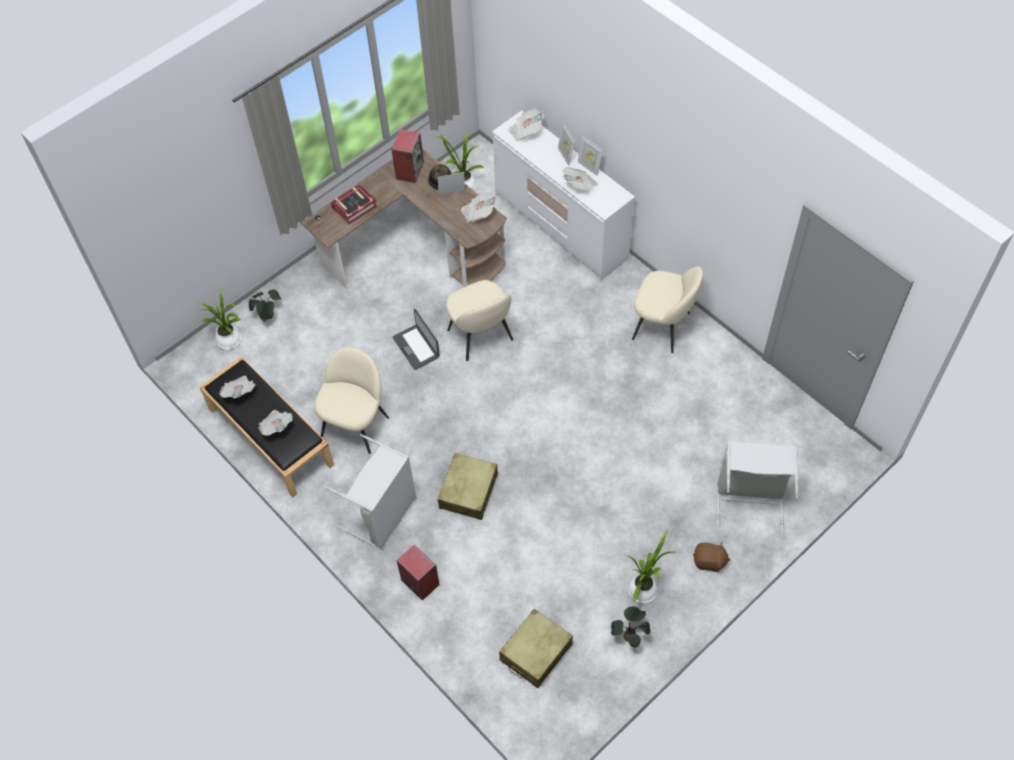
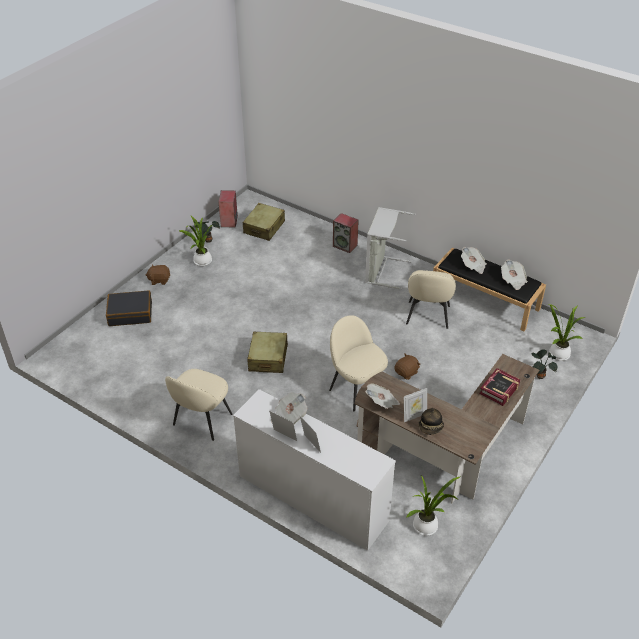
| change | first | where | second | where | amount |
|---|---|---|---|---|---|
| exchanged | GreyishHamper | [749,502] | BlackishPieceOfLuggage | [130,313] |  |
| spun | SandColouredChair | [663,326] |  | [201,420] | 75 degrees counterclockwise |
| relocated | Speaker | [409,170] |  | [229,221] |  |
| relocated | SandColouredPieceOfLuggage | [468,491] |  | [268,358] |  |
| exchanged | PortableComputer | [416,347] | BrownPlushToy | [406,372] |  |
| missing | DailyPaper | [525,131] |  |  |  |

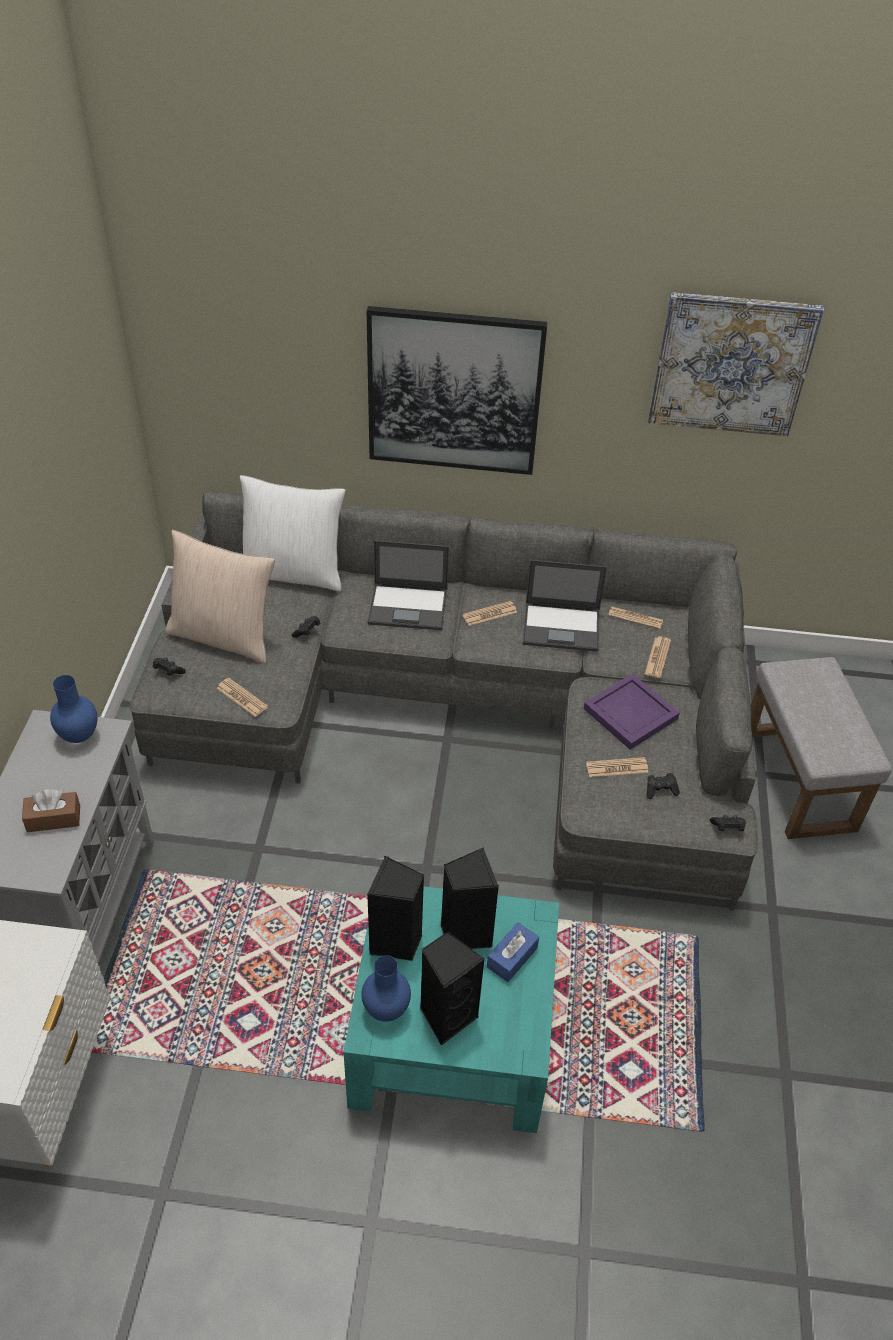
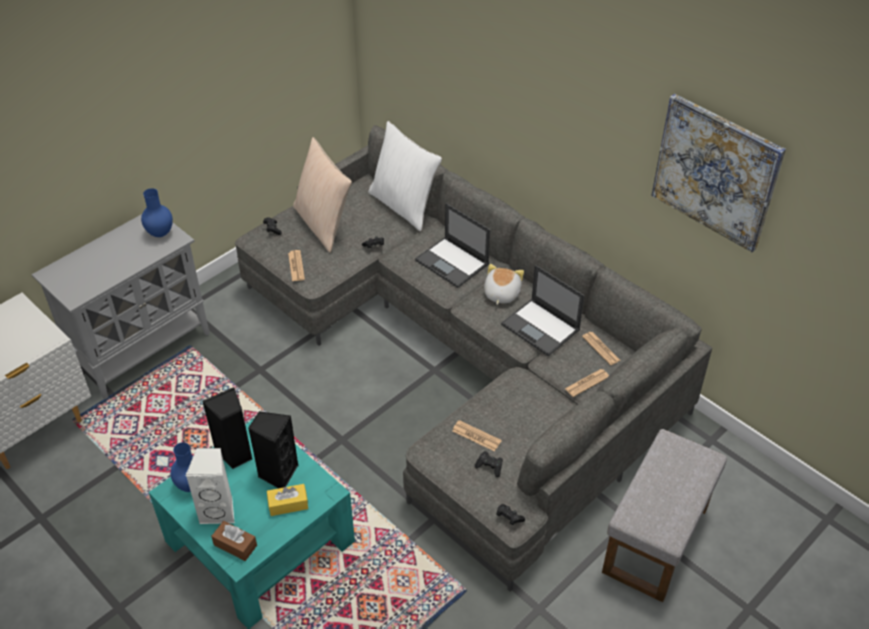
| change | first | where | second | where | amount |
|---|---|---|---|---|---|
| colour | BlackishSpeaker | [446,1015] | WhiteSpeaker | [219,510] |  |
| relocated | BrownTissueHolder | [53,818] |  | [235,545] |  |
| colour | BluishTissueHolder | [512,957] | YellowTissueHolder | [288,504] |  |
| exchanged | DailyPaper | [489,614] | PlushToy | [501,294] |  |
| missing | Picture | [454,391] |  |  |  |
| missing | PurplishTray | [630,715] |  |  |  |

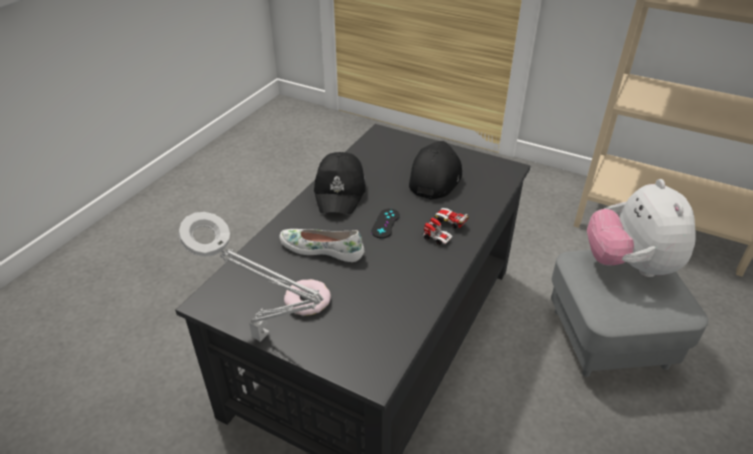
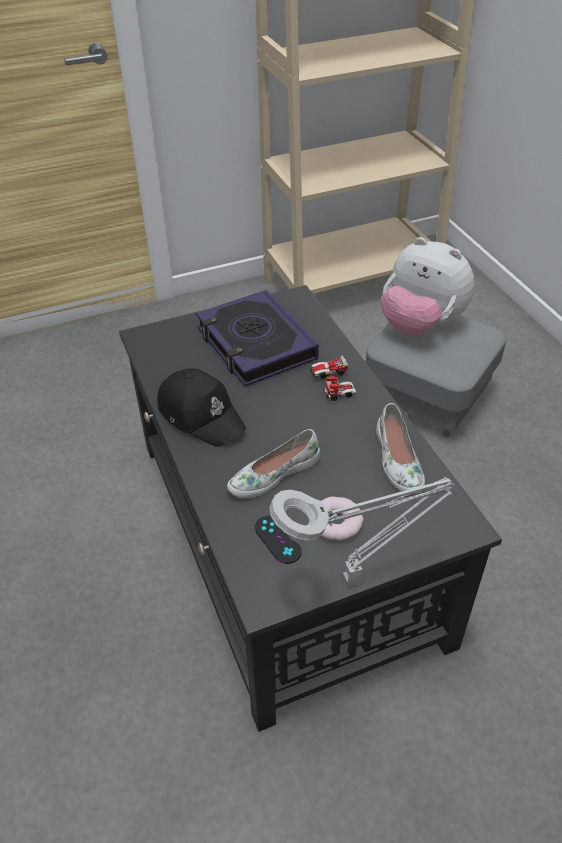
| change | first | where | second | where | amount |
|---|---|---|---|---|---|
| exchanged | BlackishPeakedCap | [435,177] | Book | [255,344] |  |
| relocated | BlackishGamepad | [385,223] |  | [277,539] |  |
| appeared |  |  | WhiteLowShoe | [397,461] |  |

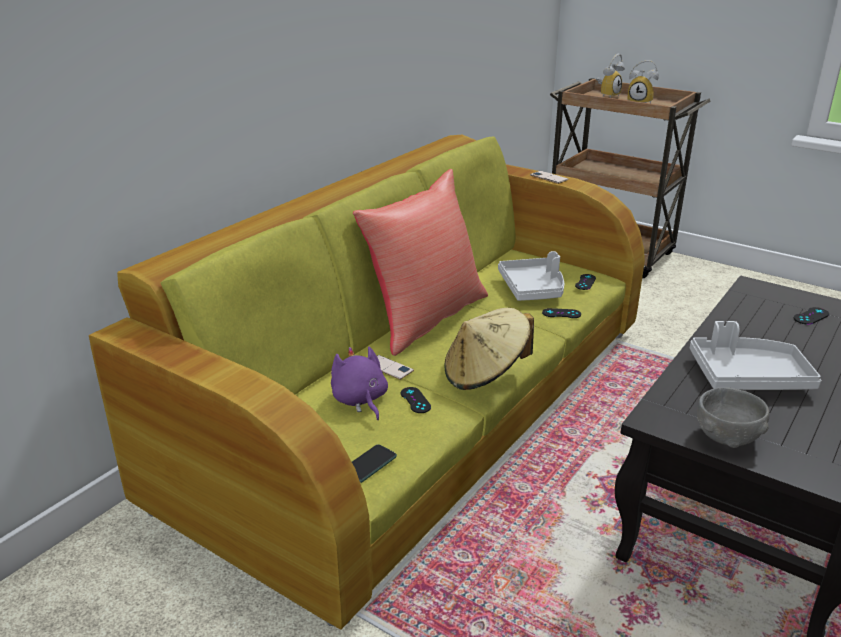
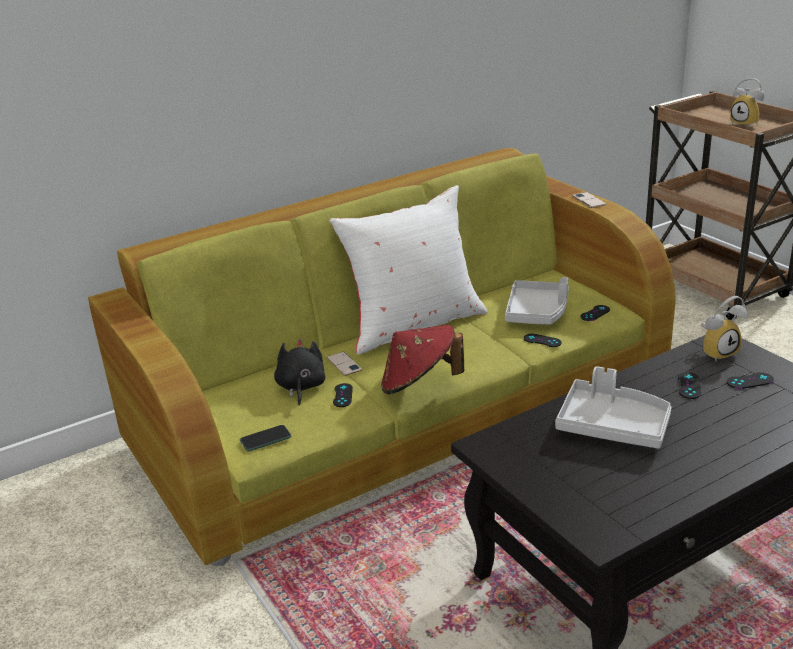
| change | first | where | second | where | amount |
|---|---|---|---|---|---|
| colour | PurplishPlushToy | [360,400] | BlackishPlushToy | [301,387] |  |
| colour | RedColouredCushion | [425,318] | WhiteCushion | [413,325] |  |
| colour | SandColouredClothingHat | [485,374] | RedColouredClothingHat | [419,384] |  |
| appeared |  |  | BlackishGamepad | [689,386] |  |
| relocated | AlarmClock | [607,96] |  | [717,352] |  |
| missing | GreyishBowl | [727,437] |  |  |  |

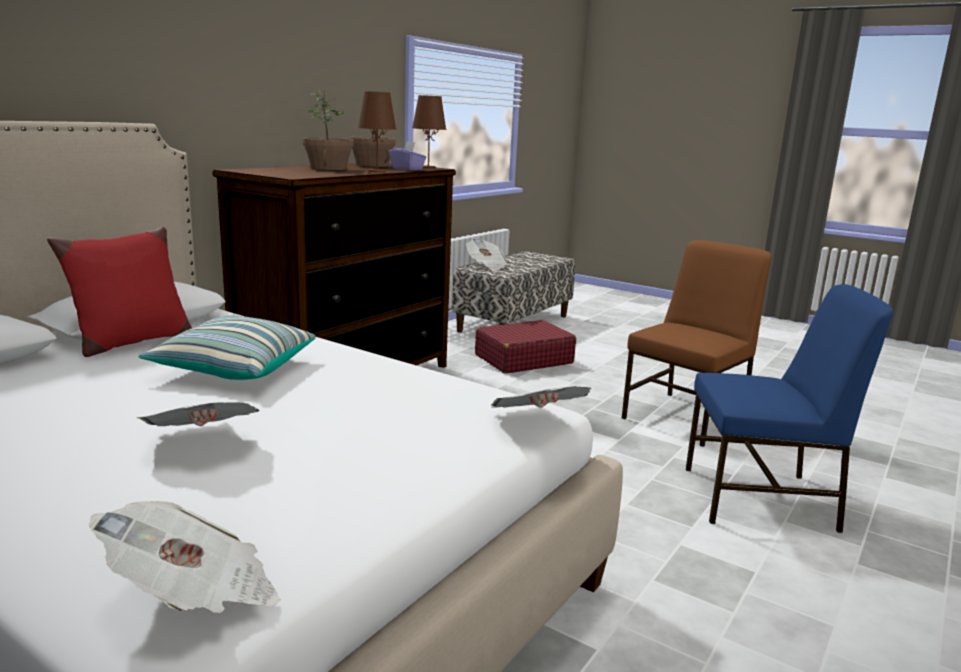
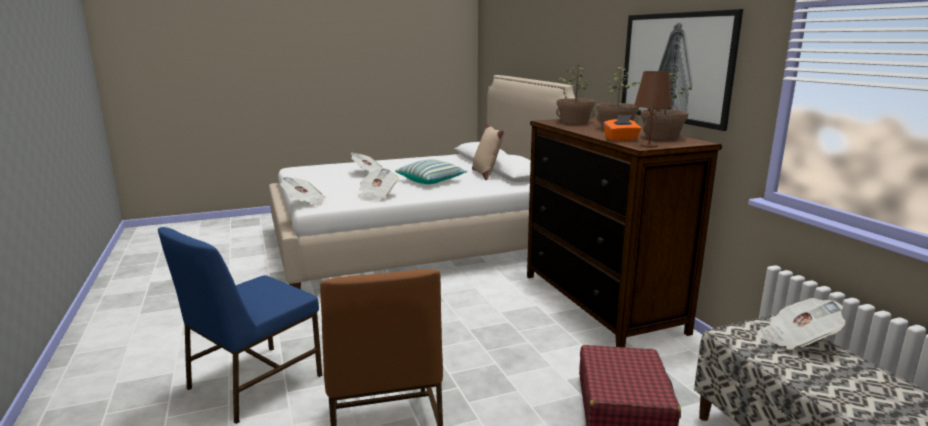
| change | first | where | second | where | amount |
|---|---|---|---|---|---|
| relocated | DailyPaper | [195,595] |  | [377,196] |  |
| colour | RedColouredCushion | [131,343] | SandColouredCushion | [486,174] |  |
| appeared |  |  | PlantInAPot | [574,122] |  |
| colour | PurplishTissueHolder | [407,169] | OrangeyTissueHolder | [621,140] |  |
| appeared |  |  | Picture | [674,67] |  |
| missing | BrownLampForATable | [377,171] |  |  |  |

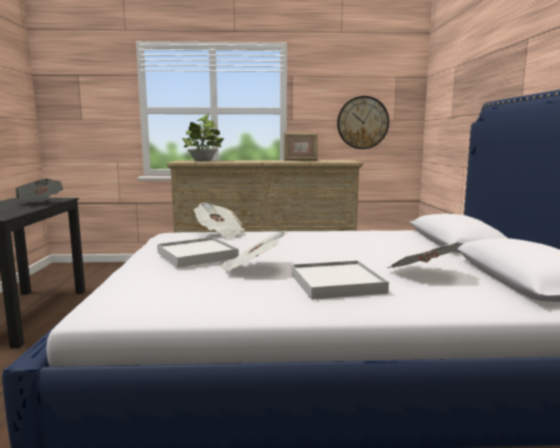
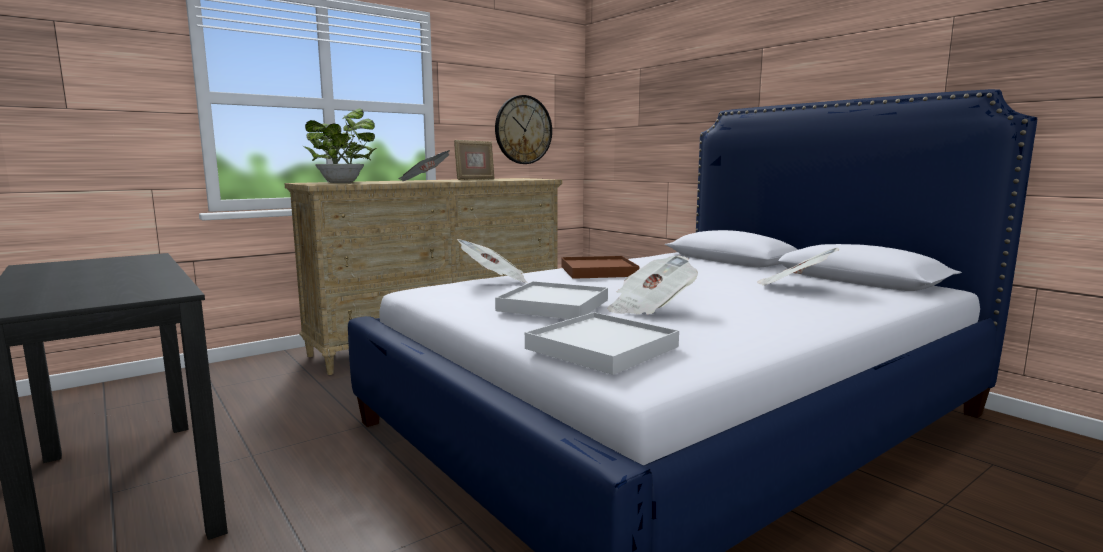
| change | first | where | second | where | amount |
|---|---|---|---|---|---|
| relocated | DailyPaper | [40,203] |  | [424,181] |  |
| relocated | WhiteTray | [337,283] |  | [602,347] |  |
| appeared |  |  | BrownTray | [598,271] |  |

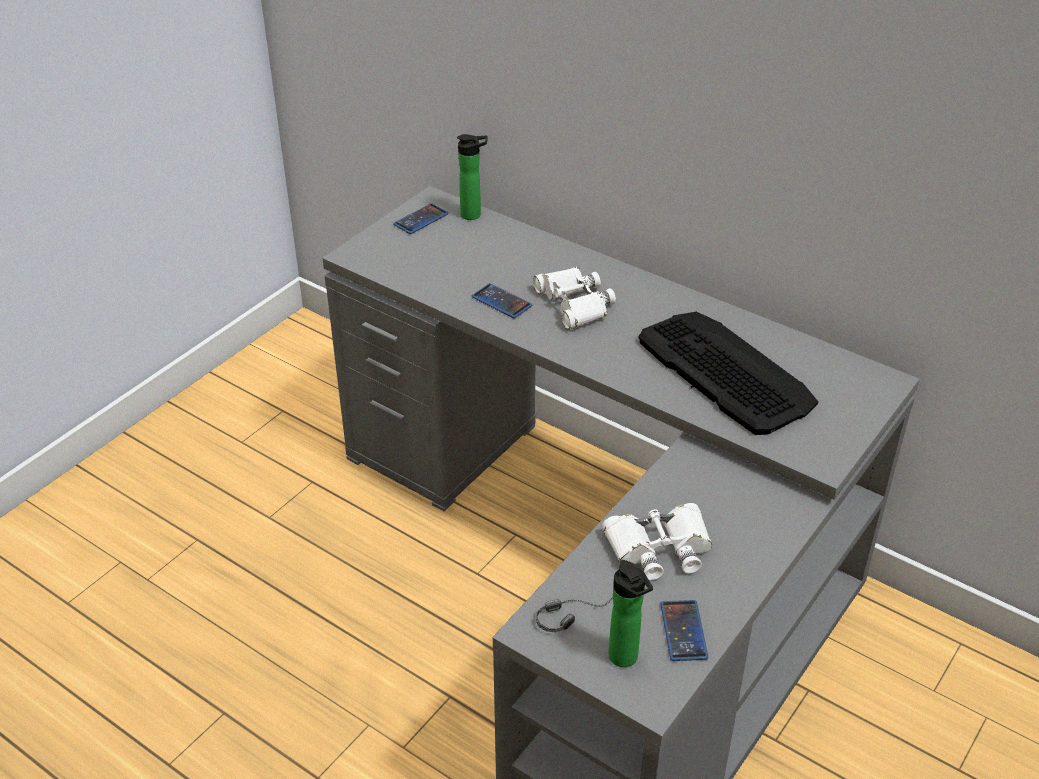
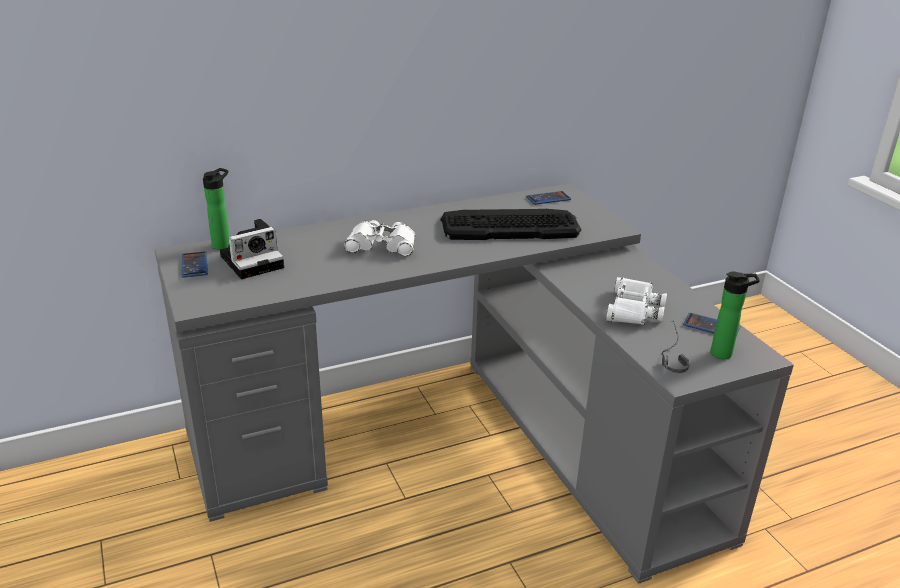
| change | first | where | second | where | amount |
|---|---|---|---|---|---|
| appeared |  |  | StillCamera | [254,261] |  |
| relocated | Phone | [501,301] |  | [548,198] |  |

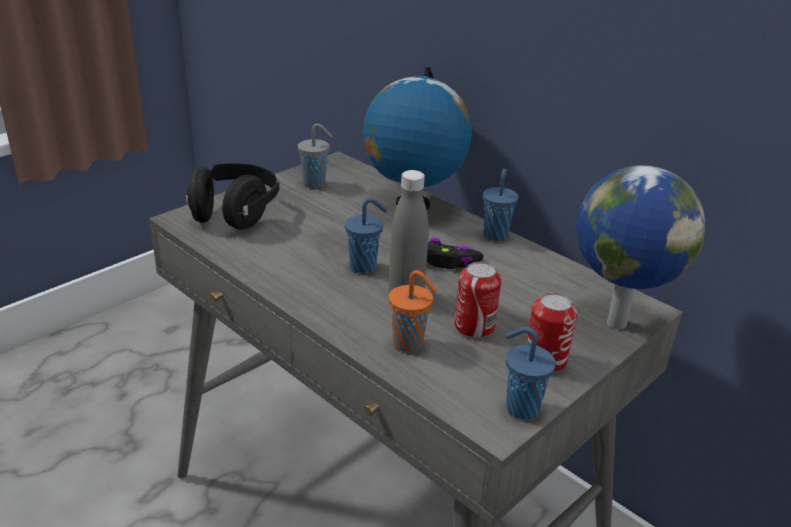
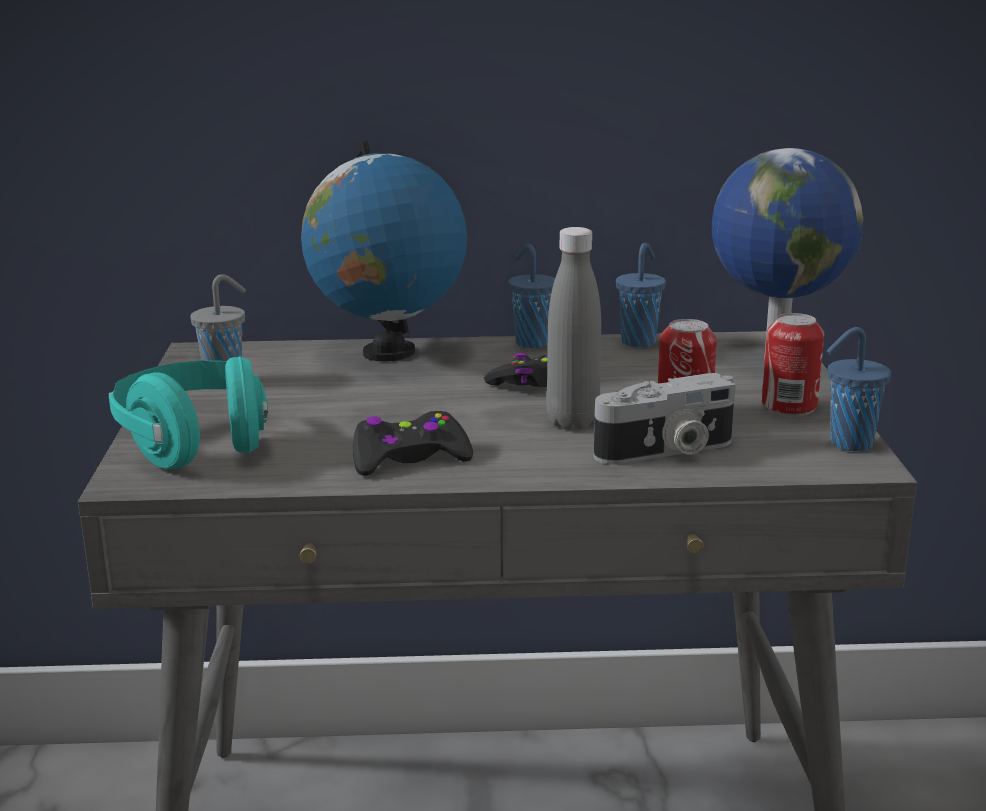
| change | first | where | second | where | amount |
|---|---|---|---|---|---|
| colour | BlackishHeadphones | [234,213] | TurquoiseHeadphones | [195,445] |  |
| appeared |  |  | BlackishGamepad | [409,458] |  |
| exchanged | OrangeyCup | [410,344] | StillCamera | [667,452] |  |
| relocated | BluishCup | [365,267] |  | [639,341] |  |

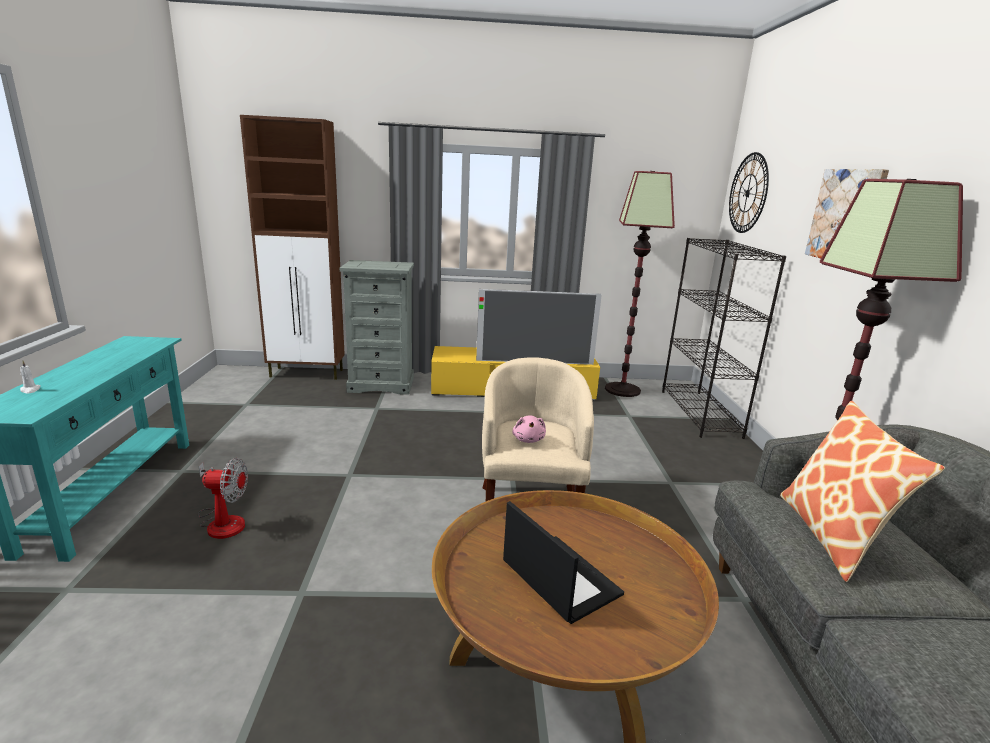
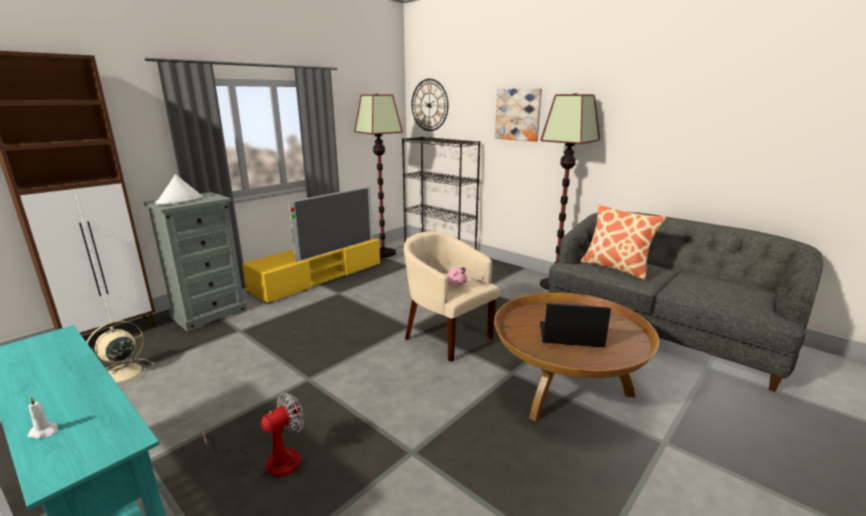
| change | first | where | second | where | amount |
|---|---|---|---|---|---|
| appeared |  |  | SandColouredCoolingFan | [121,374] |  |
| appeared |  |  | WhiteClothingHat | [180,200] |  |

